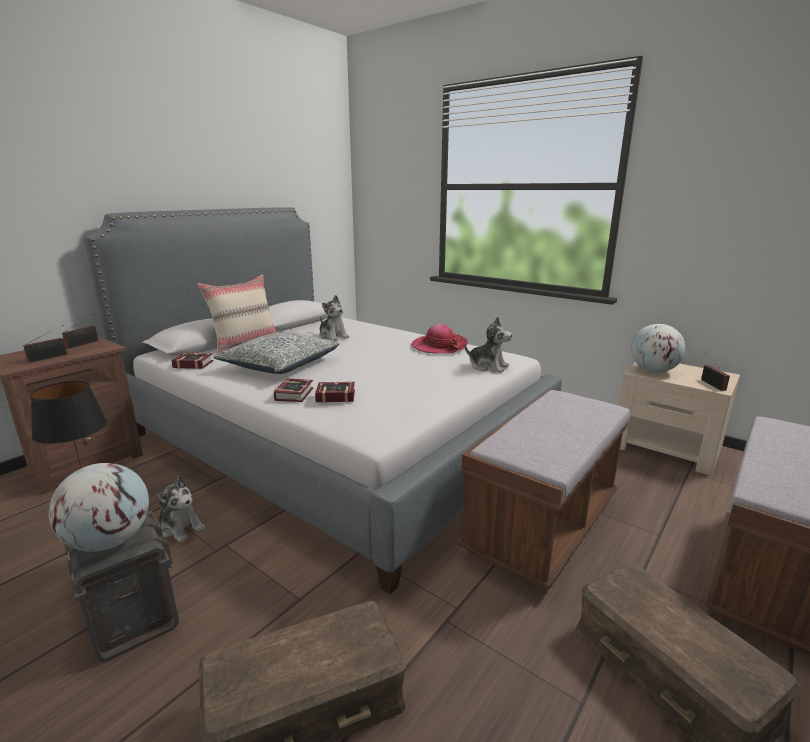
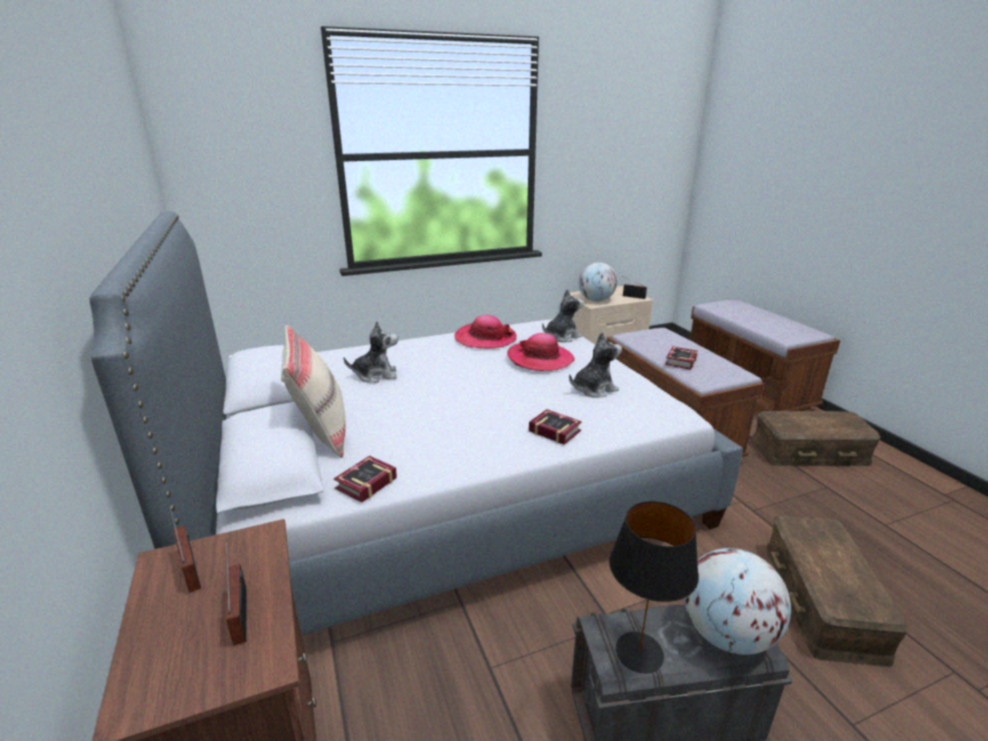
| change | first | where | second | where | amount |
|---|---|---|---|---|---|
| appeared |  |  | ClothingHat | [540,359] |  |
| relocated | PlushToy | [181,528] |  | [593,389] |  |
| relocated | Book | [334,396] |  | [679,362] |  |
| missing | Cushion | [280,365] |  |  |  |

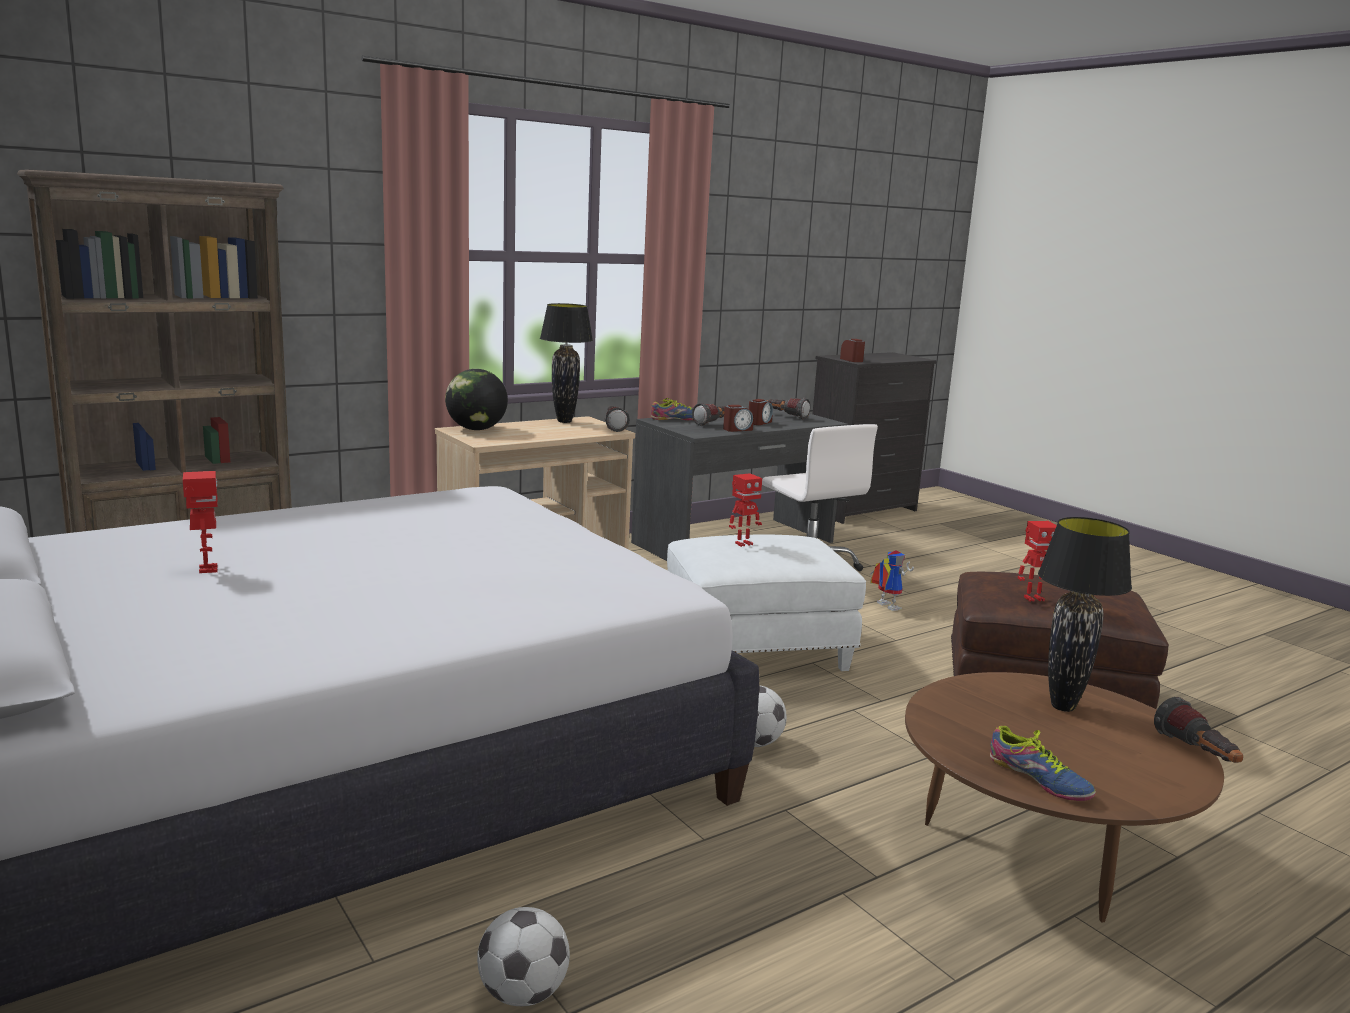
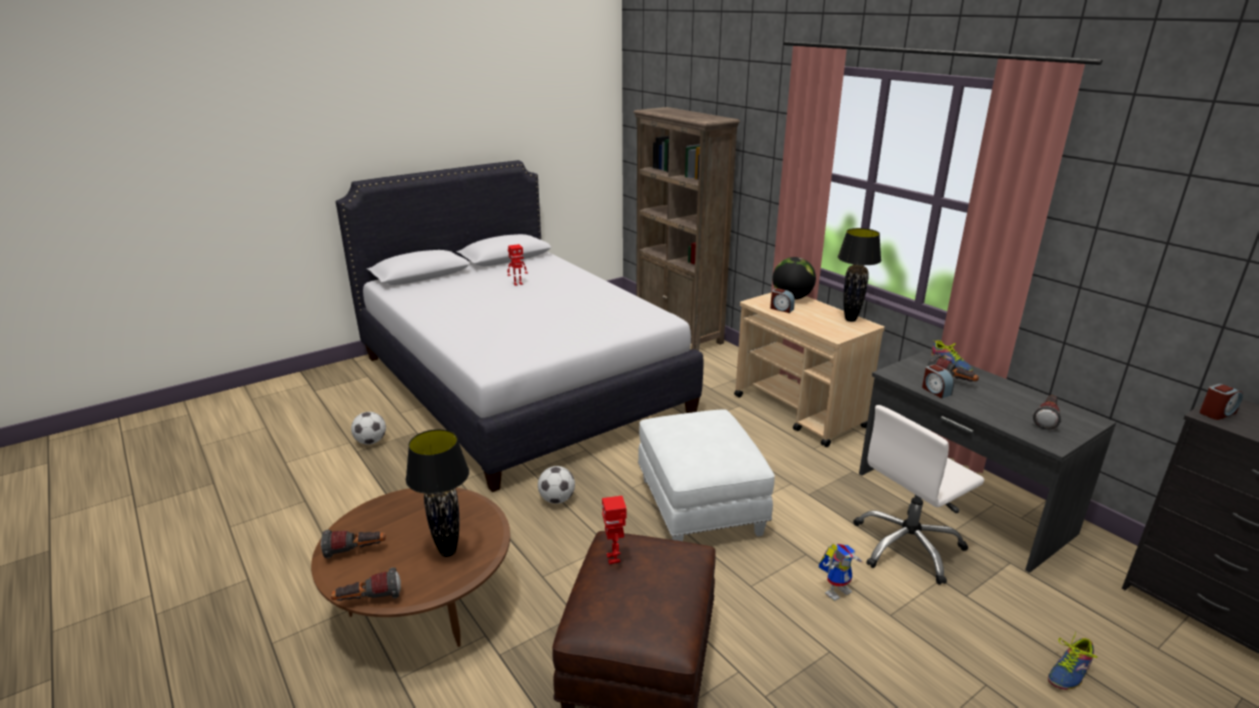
| change | first | where | second | where | amount |
|---|---|---|---|---|---|
| relocated | HandTorch | [613,427] |  | [355,551] |  |
| relocated | AlarmClock | [759,422] |  | [781,309] |  |
| relocated | LowShoe | [1039,778] |  | [1069,671] |  |
| missing | RobotFigure | [743,543] |  |  |  |

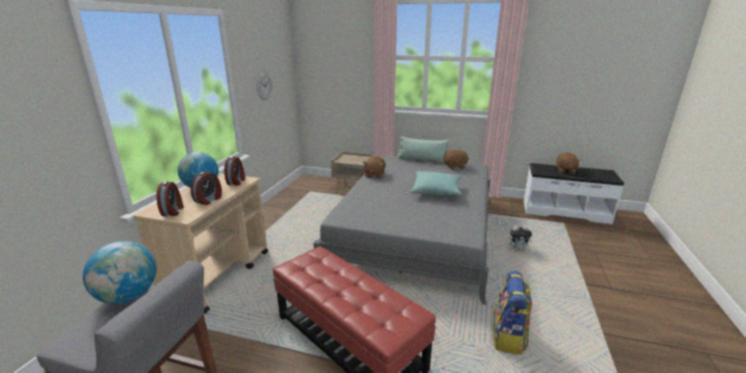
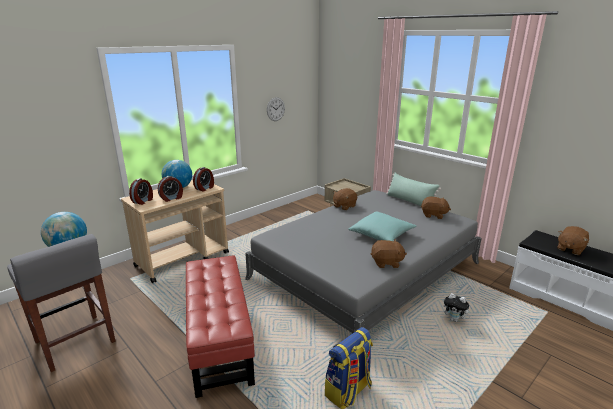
| change | first | where | second | where | amount |
|---|---|---|---|---|---|
| appeared |  |  | BrownPlushToy | [386,263] |  |

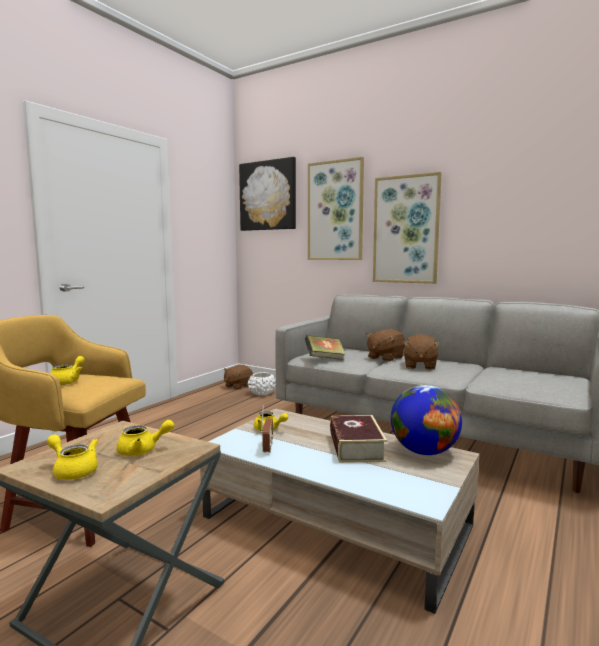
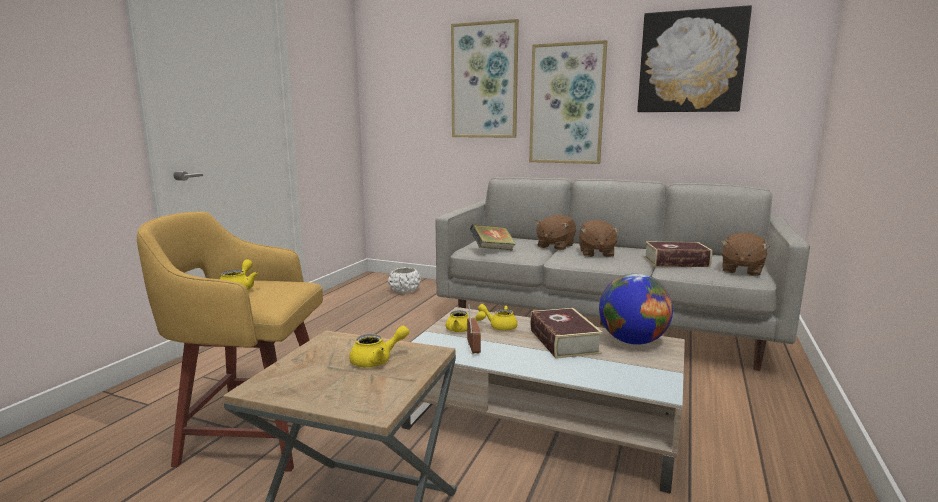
| change | first | where | second | where | amount |
|---|---|---|---|---|---|
| relocated | YellowTeaPot | [73,470] |  | [499,326] |  |
| relocated | Picture | [268,195] |  | [691,62] |  |
| appeared |  |  | Book | [676,262] |  |
| relocated | BrownPlushToy | [238,386] |  | [741,270] |  |

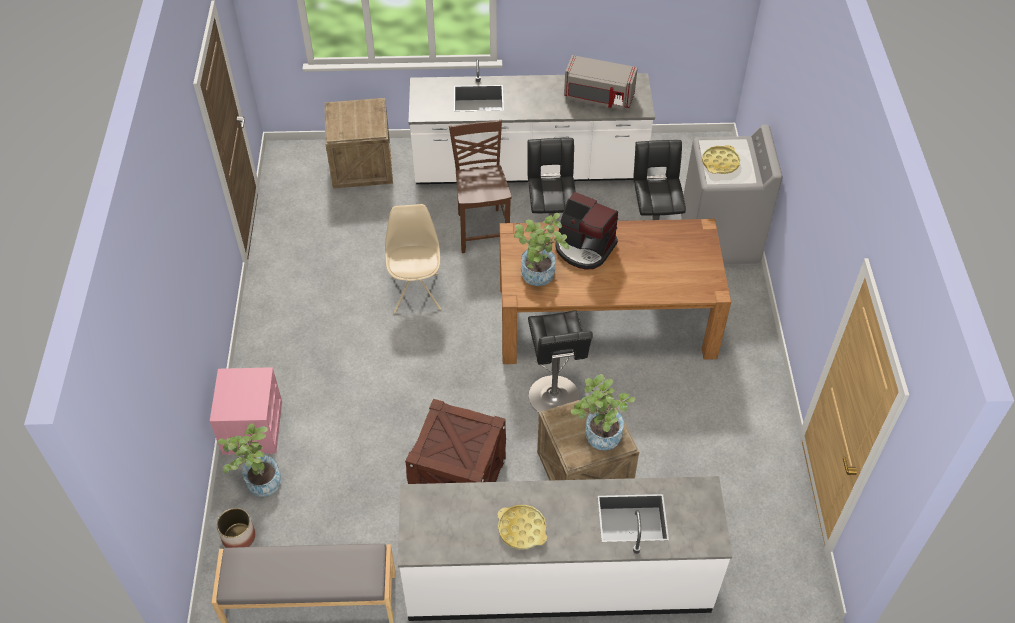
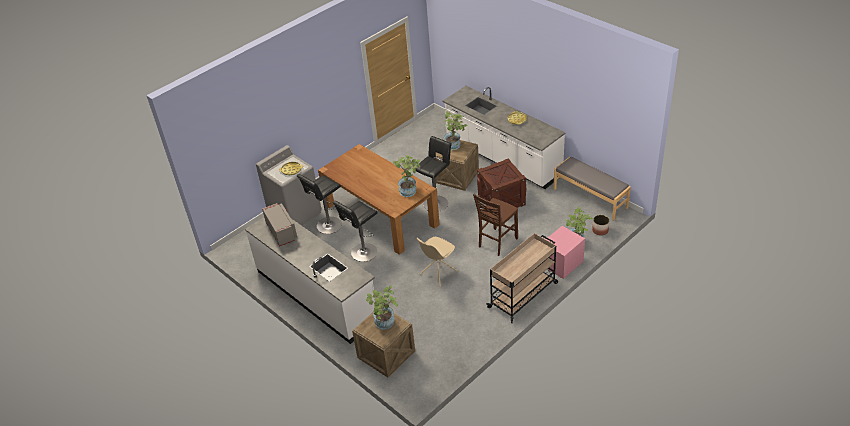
| change | first | where | second | where | amount |
|---|---|---|---|---|---|
| appeared |  |  | PlantInAPot | [385,324] |  |
| relocated | BrownChair | [482,229] |  | [496,242] |  |
| appeared |  |  | SandColouredWheeledCart | [523,294] |  |
| missing | CoffeeBrewer | [584,248] |  |  |  |

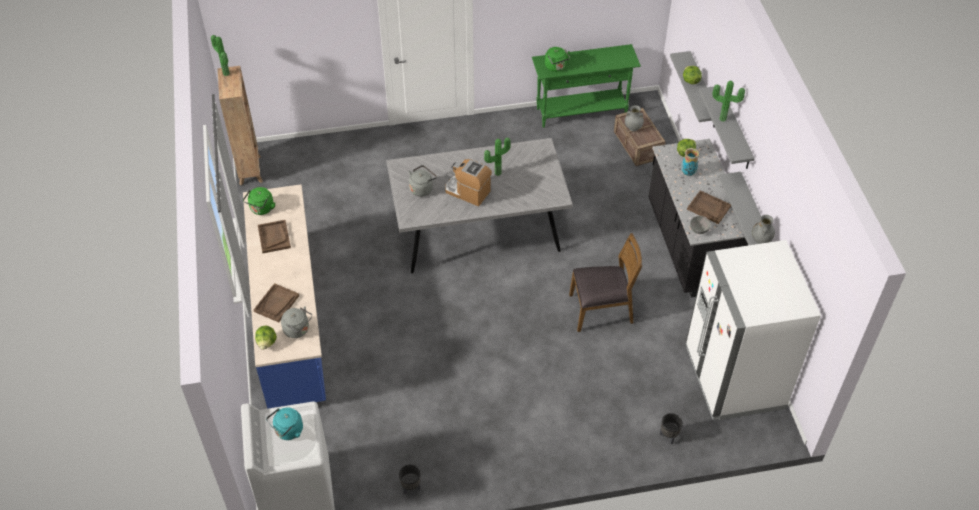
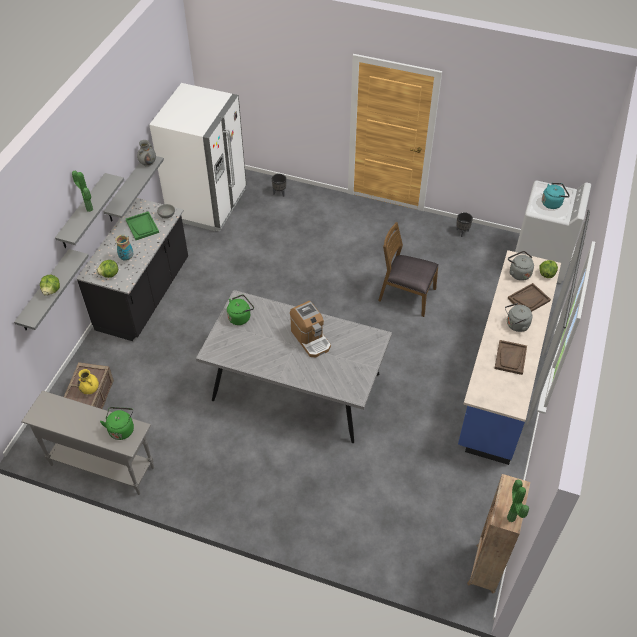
| change | first | where | second | where | amount |
|---|---|---|---|---|---|
| colour | GreenConsoleTable | [582,112] | GreyishConsoleTable | [102,465] |  |
| colour | GreyishVase | [633,128] | YellowVase | [90,390] |  |
| colour | BrownTray | [708,208] | GreenTray | [142,226] |  |
| relocated | GreenTeaKettle | [261,209] |  | [240,317] |  |
| relocated | BrownChair | [601,309] |  | [406,295] |  |
| relocated | GreyishTeaKettle | [422,188] |  | [516,325] |  |
| missing | PlantInAPot | [497,172] |  |  |  |

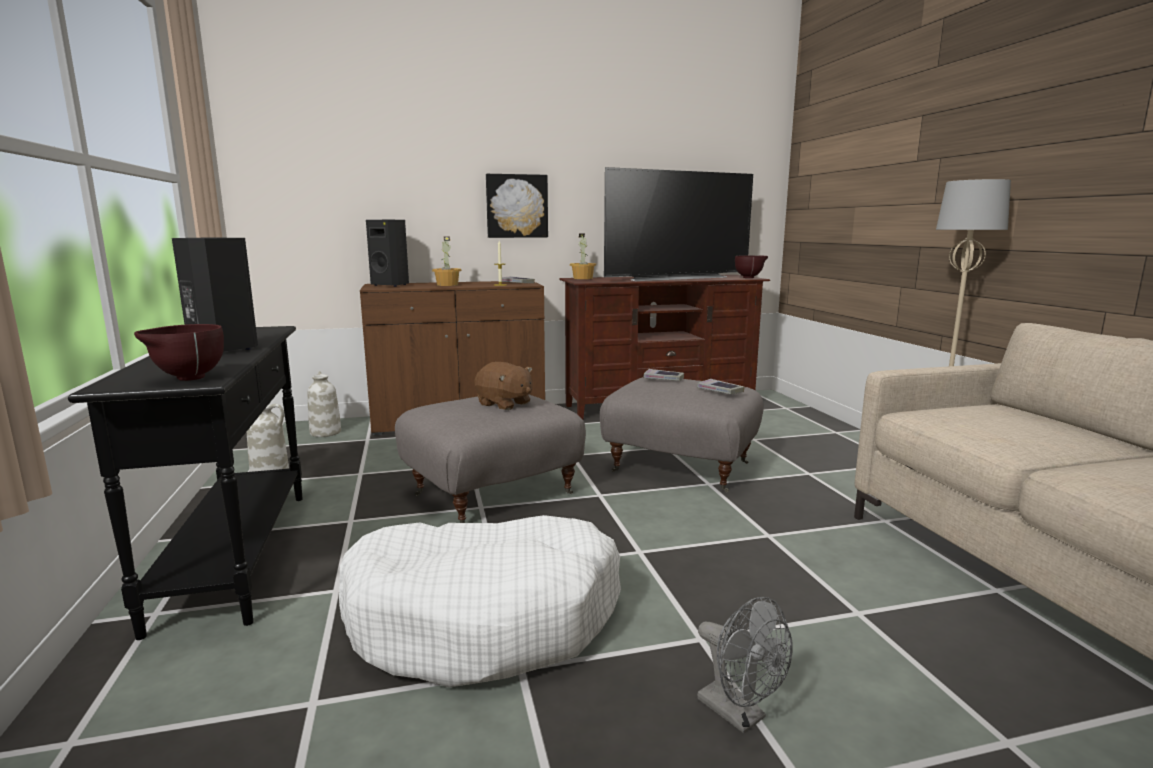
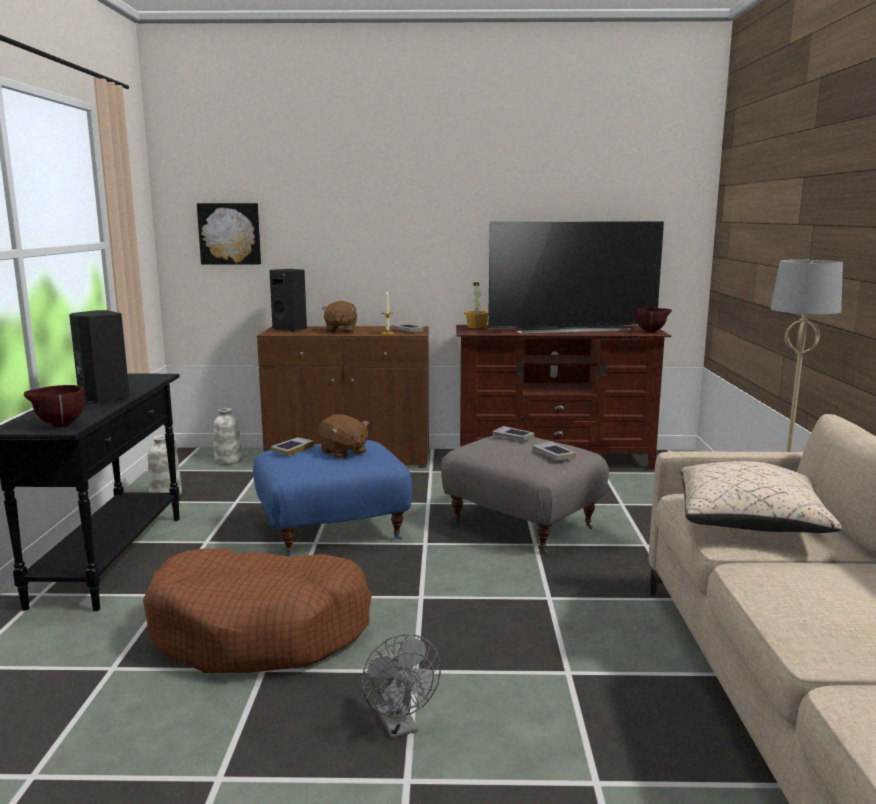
| change | first | where | second | where | amount |
|---|---|---|---|---|---|
| colour | WhiteDogCushion | [485,618] | BrownDogCushion | [261,631] |  |
| relocated | Picture | [516,206] |  | [230,234] |  |
| colour | GreyishPouffe | [492,493] | BluishPouffe | [333,531] |  |
| appeared |  |  | Book | [292,449] |  |
| exchanged | PlantInAPot | [447,285] | BrownPlushToy | [340,331] |  |
| appeared |  |  | SandColouredCushion | [750,522] |  |

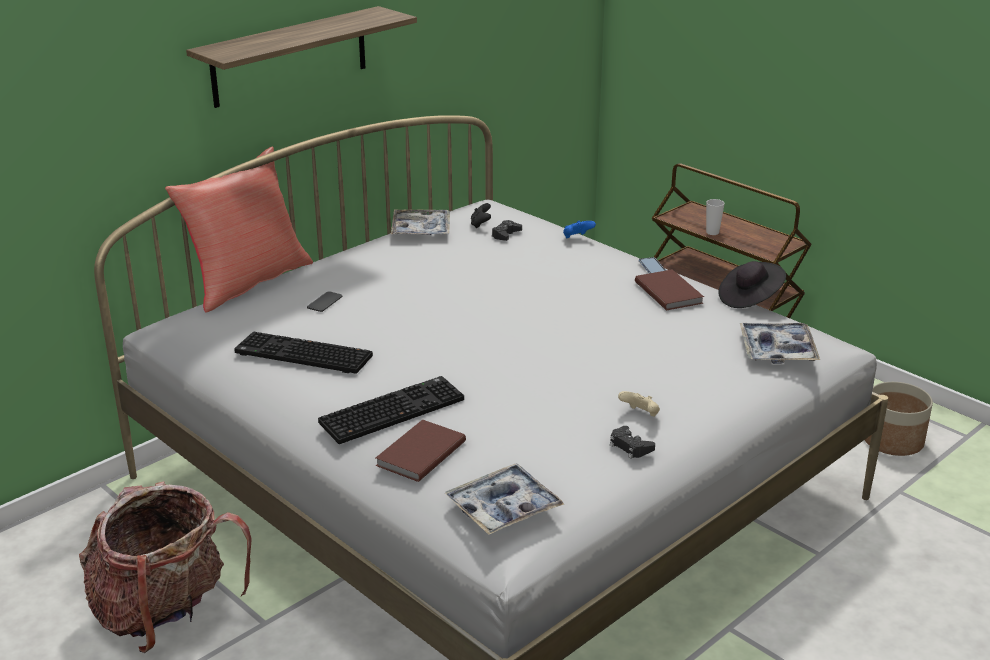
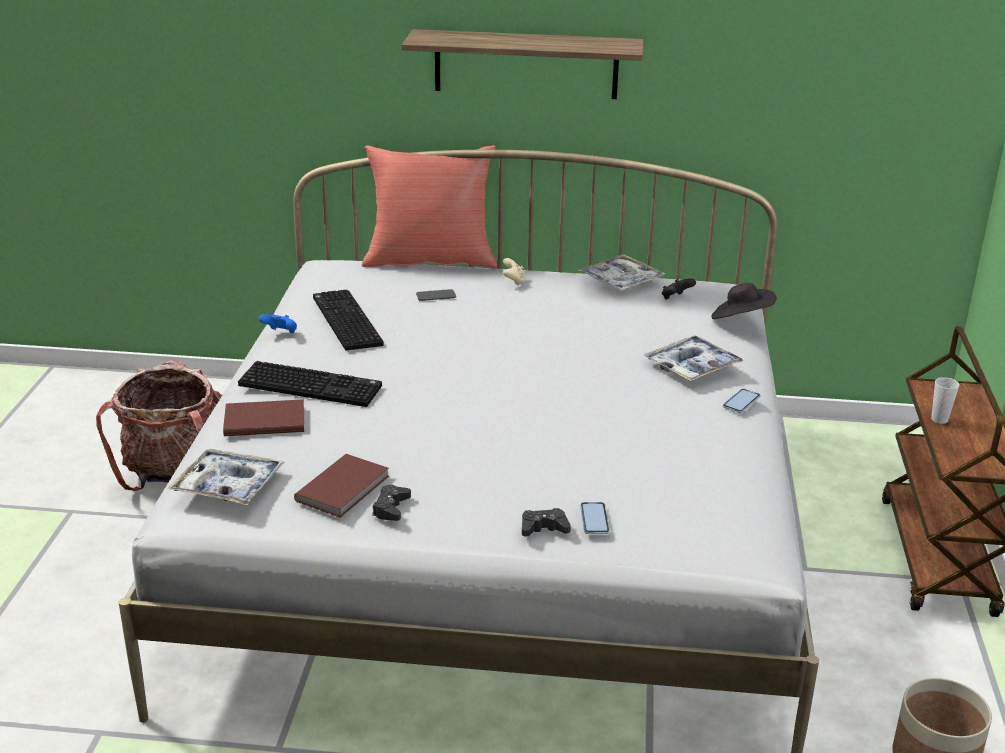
| change | first | where | second | where | amount |
|---|---|---|---|---|---|
| relocated | BluishGamepad | [577,238] |  | [280,333] |  |
| relocated | BrownBook | [669,292] |  | [345,488] |  |
| relocated | SandColouredGamepad | [640,414] |  | [513,281] |  |
| relocated | BlackishGamepad | [506,234] |  | [543,528] |  |
| appeared |  |  | Phone | [594,519] |  |
| relocated | Tray | [777,350] |  | [692,366] |  |
| relocated | BlackishClothingHat | [750,299] |  | [741,319] |  |

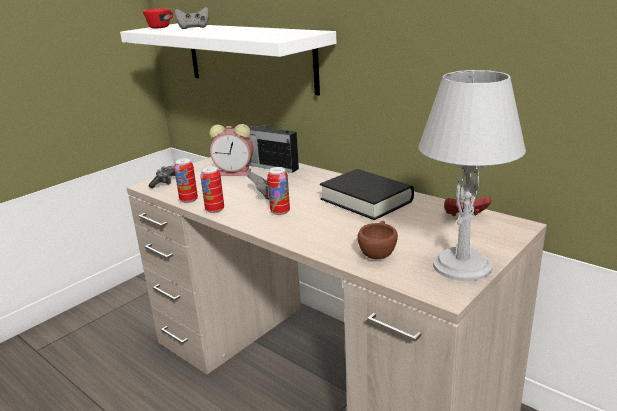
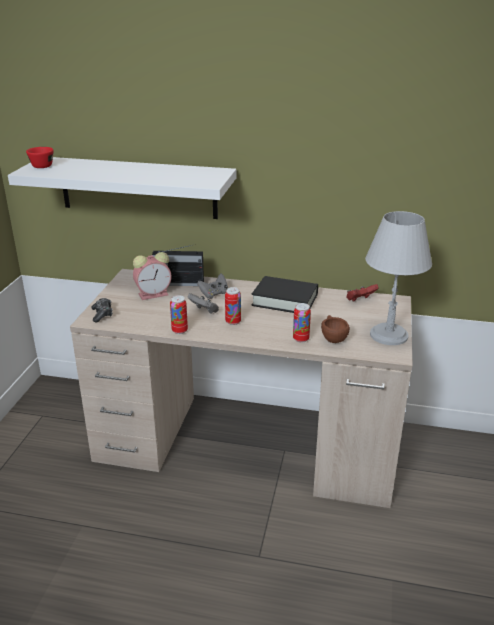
| change | first | where | second | where | amount |
|---|---|---|---|---|---|
| relocated | GreyishGamepad | [193,28] |  | [214,294] |  |
| relocated | SealedCan | [188,200] |  | [301,339] |  |

